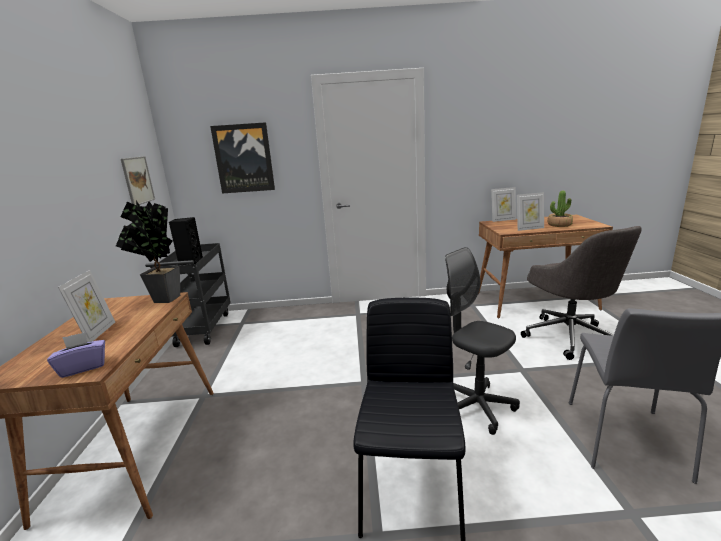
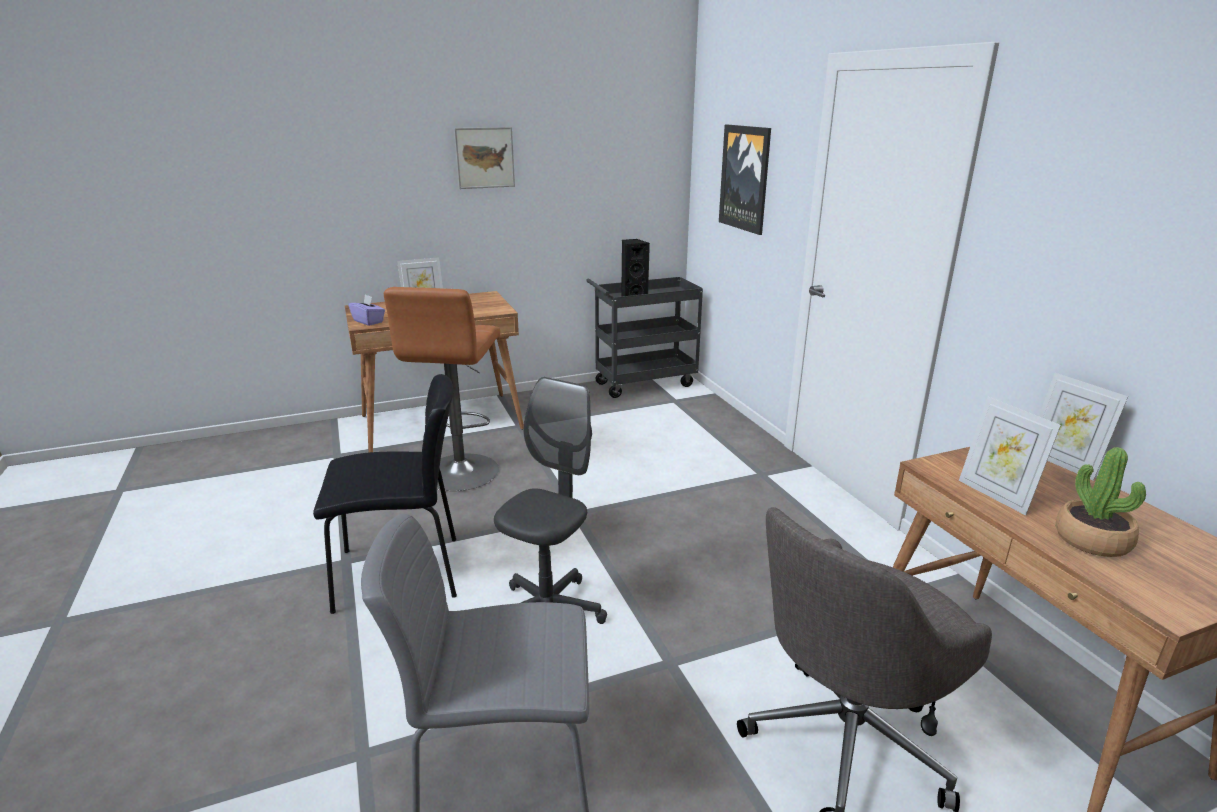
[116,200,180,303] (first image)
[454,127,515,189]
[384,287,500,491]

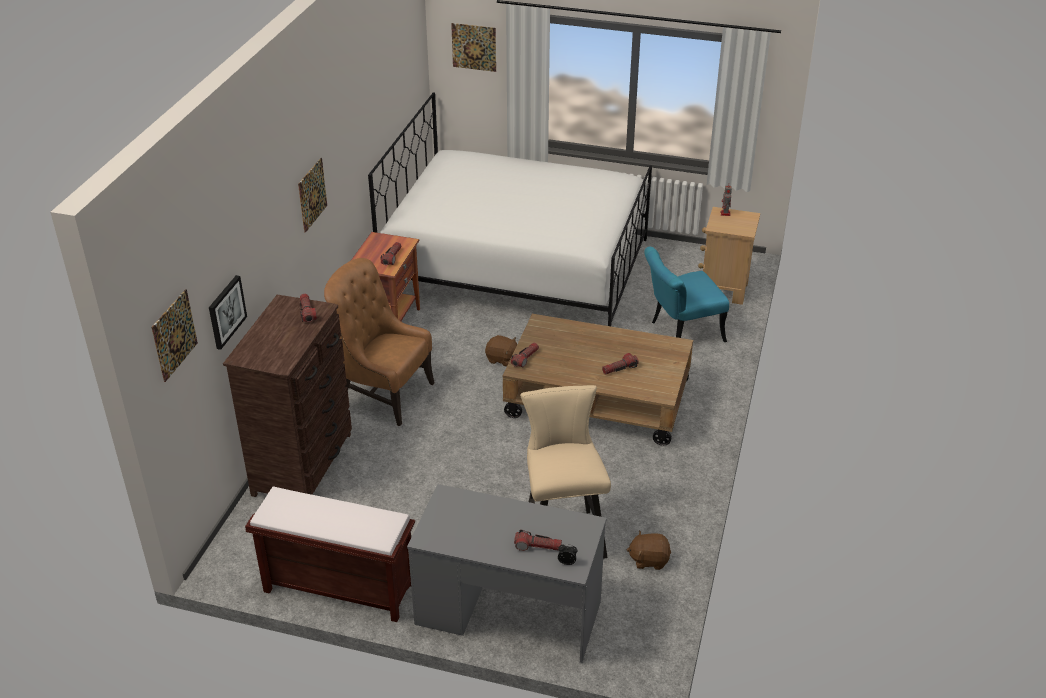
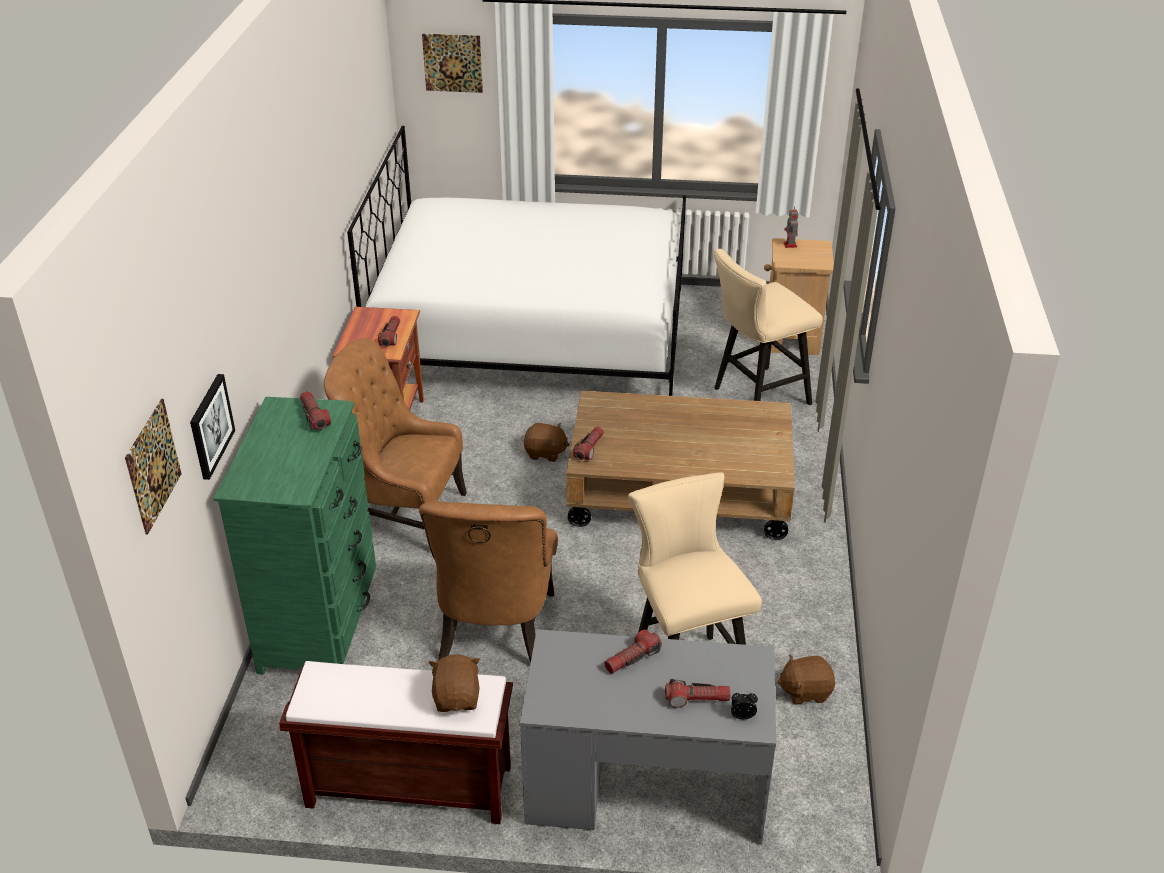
[213,397,376,675]
[298,158,327,233] (first image)
[604,630,662,674]
[714,249,823,405]
[419,501,558,663]
[429,654,480,712]

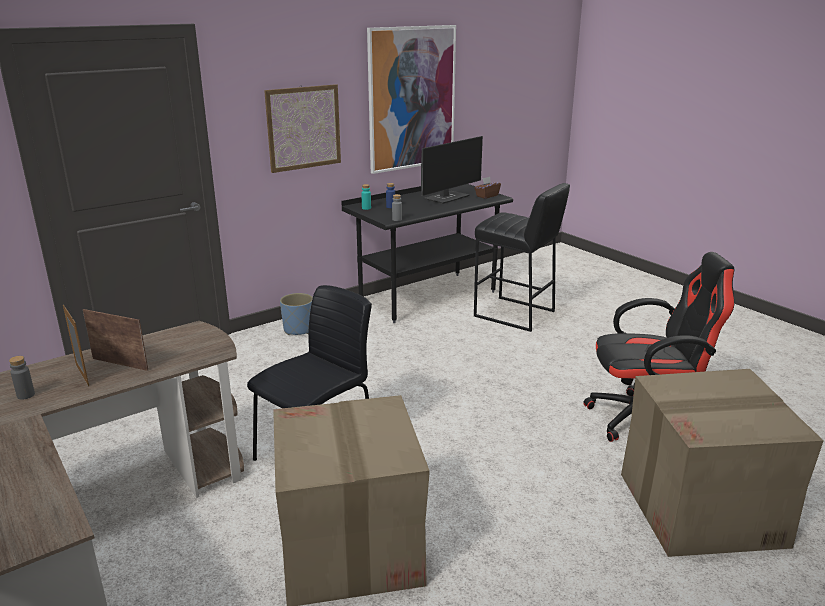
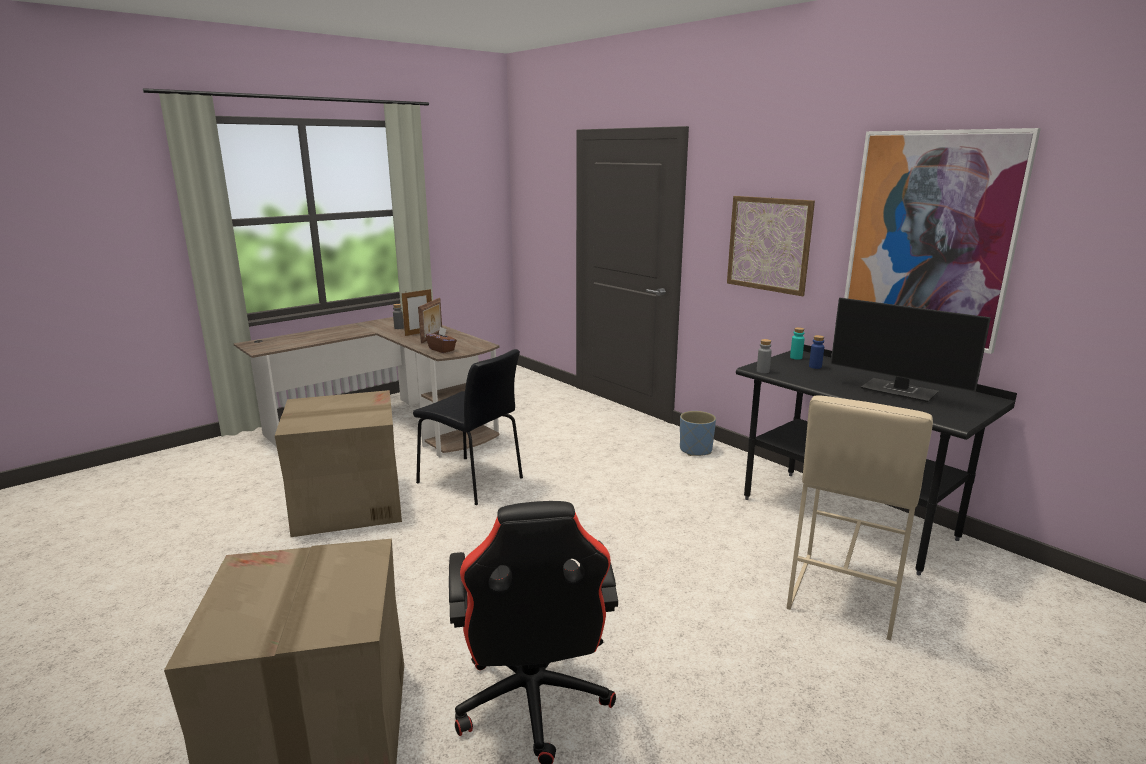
[426,327,457,353]
[787,396,933,641]

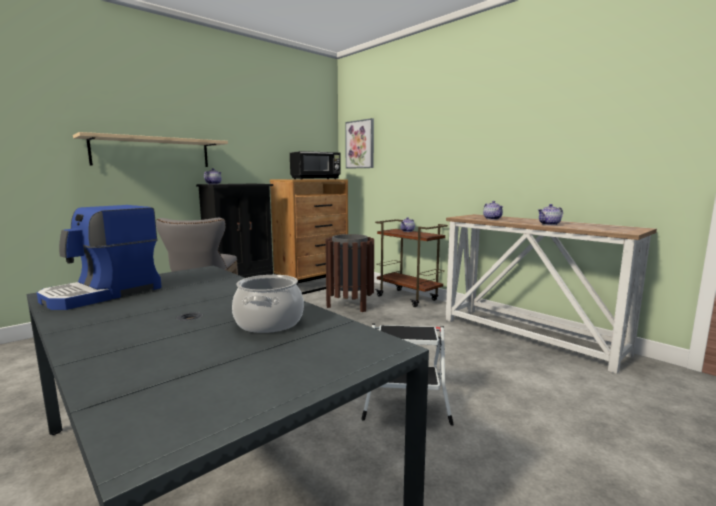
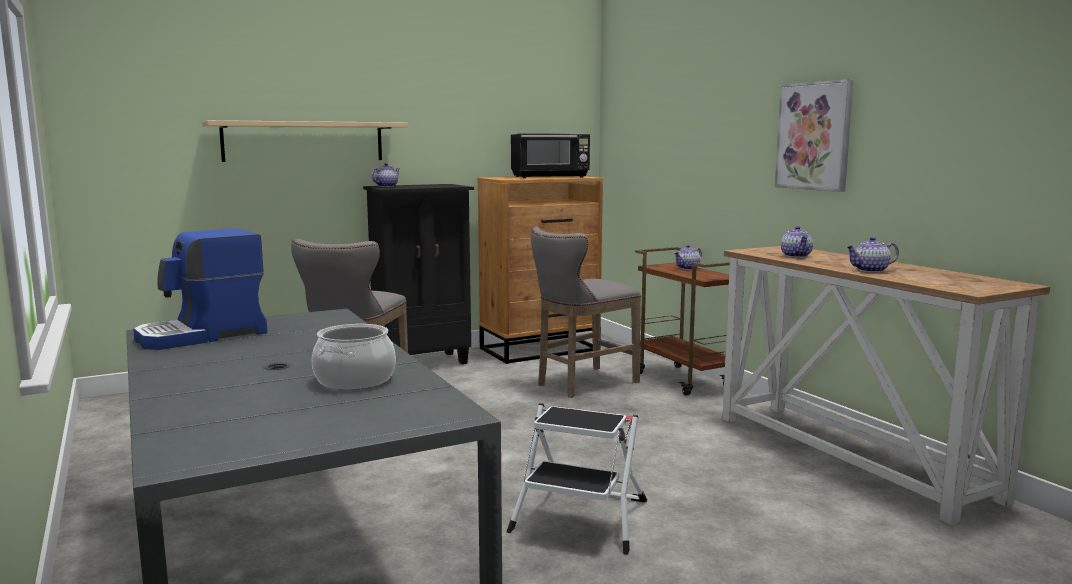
[531,227,641,398]
[775,79,854,192]

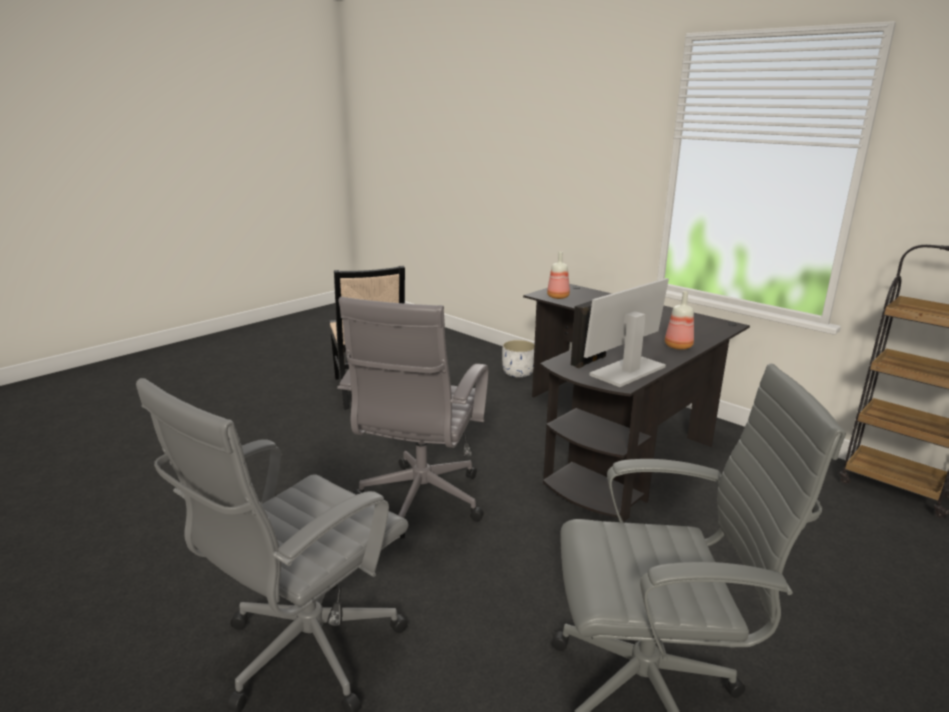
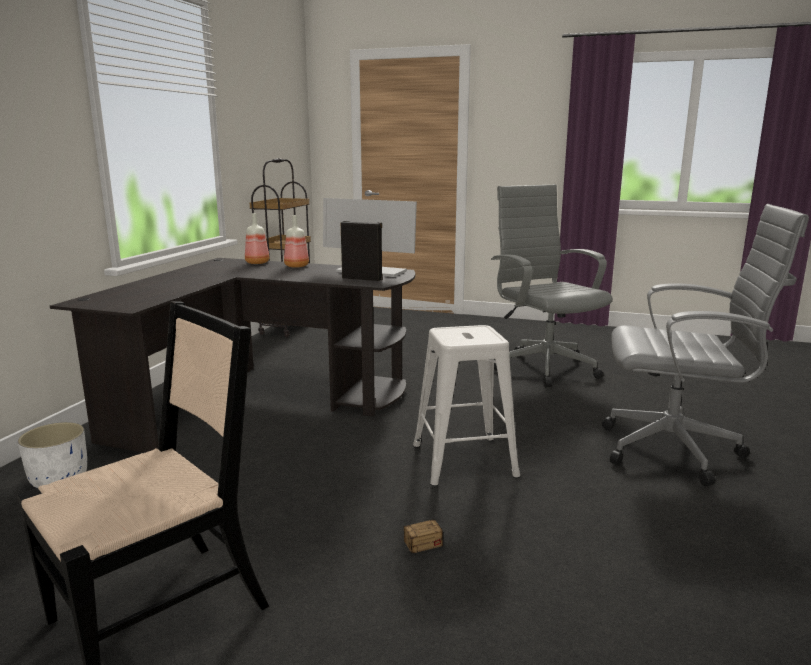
[413,325,521,487]
[245,213,269,264]
[403,474,477,553]

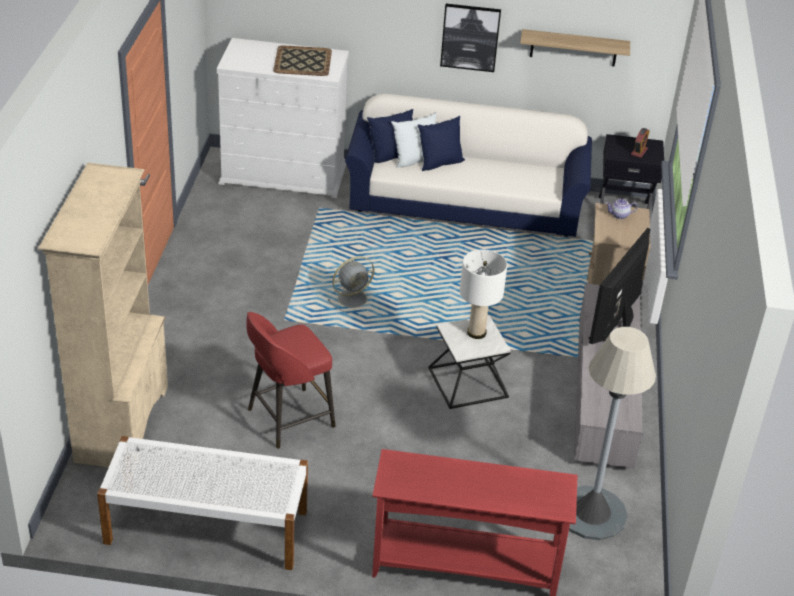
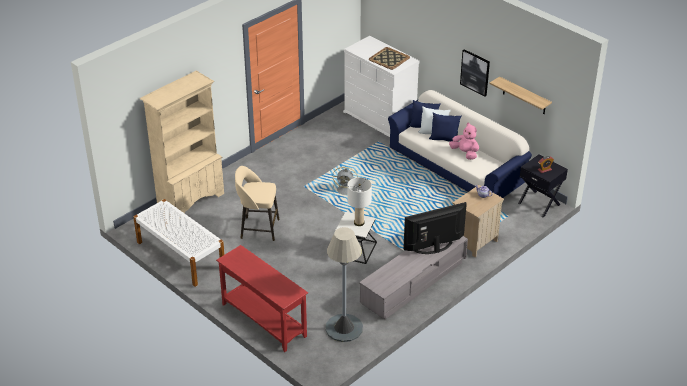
[235,166,280,241]
[449,123,479,160]

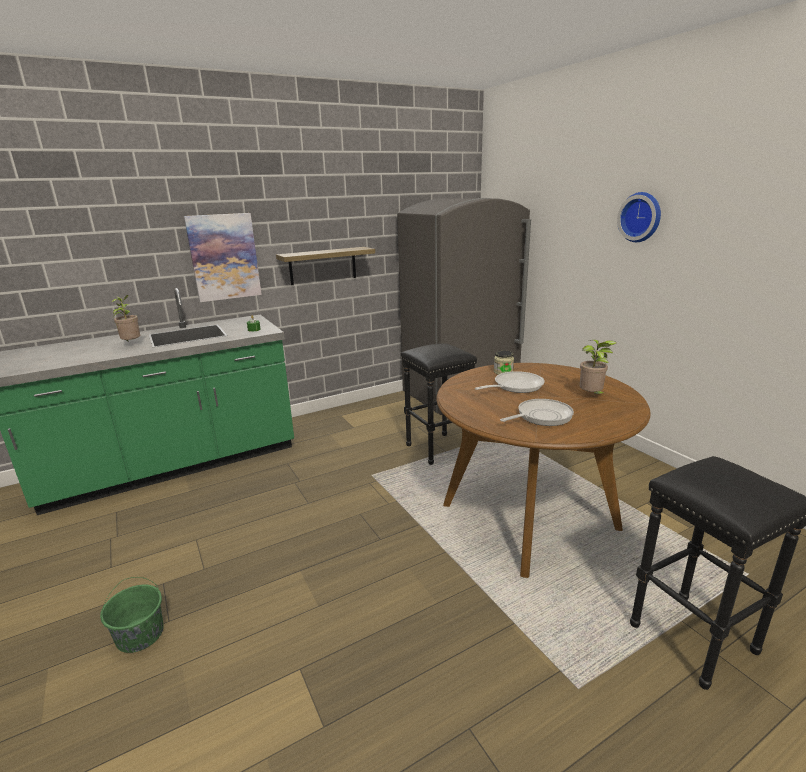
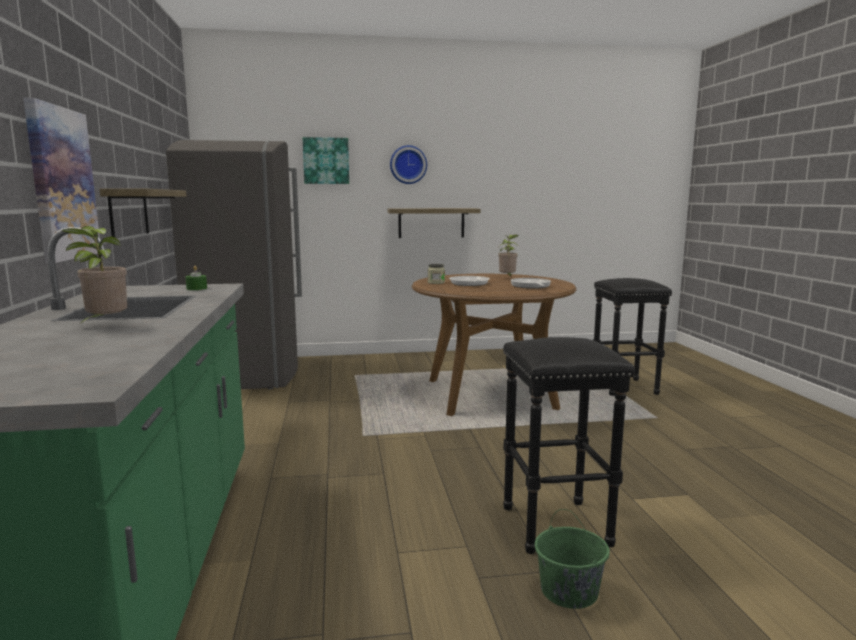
[503,337,634,554]
[303,137,349,184]
[387,208,481,238]

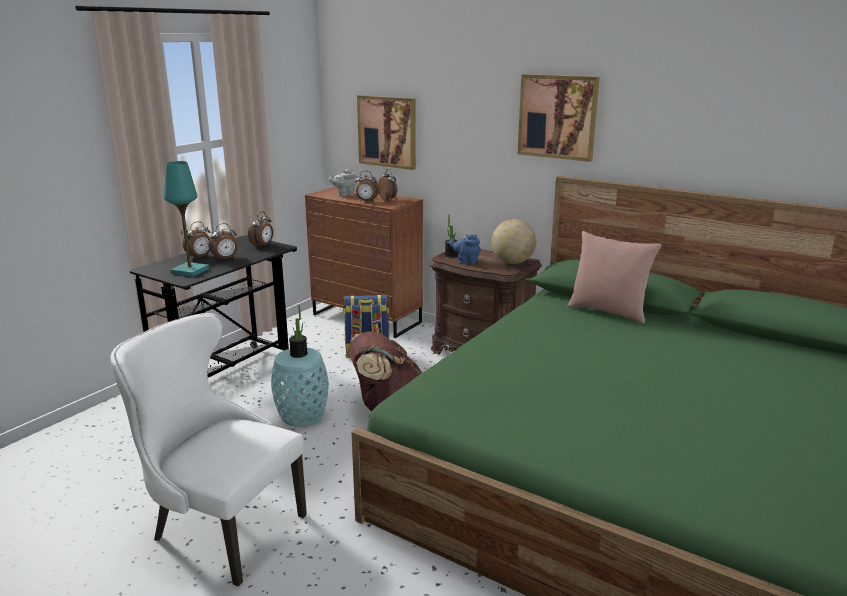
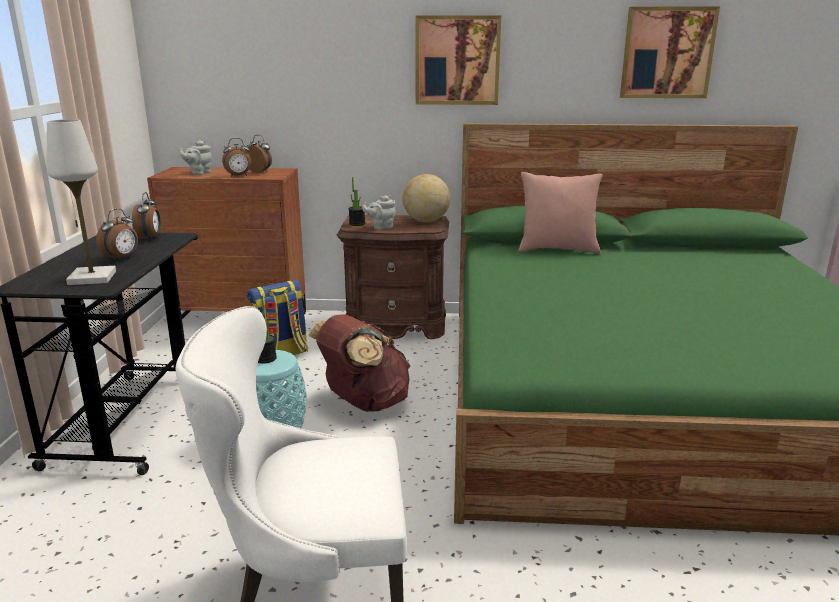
[47,119,116,285]
[183,221,210,258] (first image)
[620,6,720,98]
[362,195,396,230]

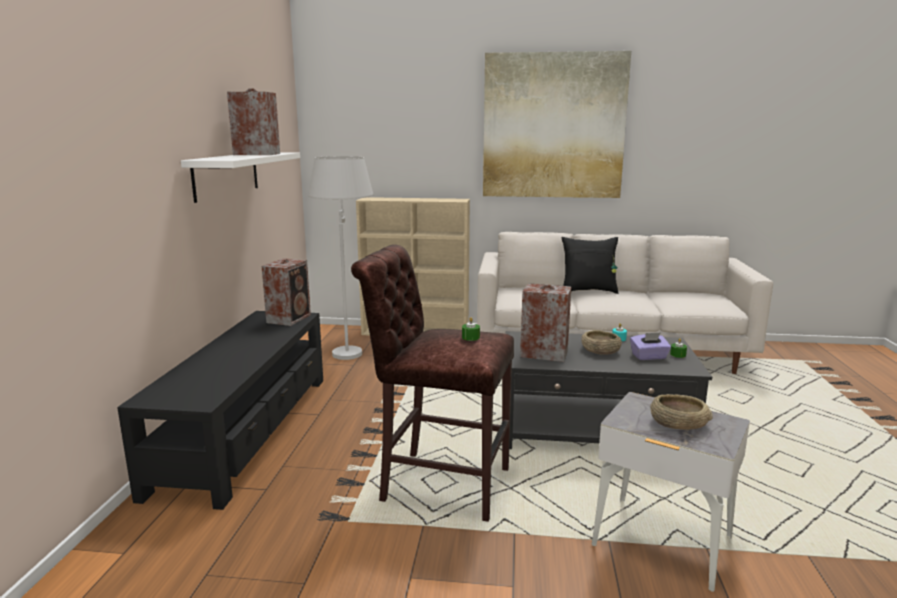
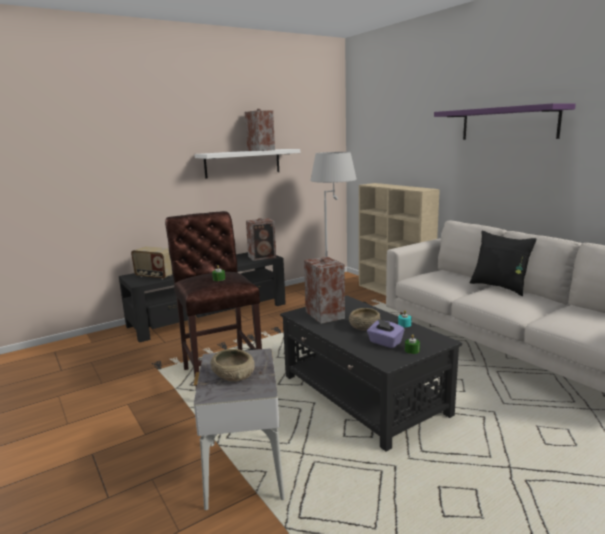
[434,103,576,140]
[131,247,173,280]

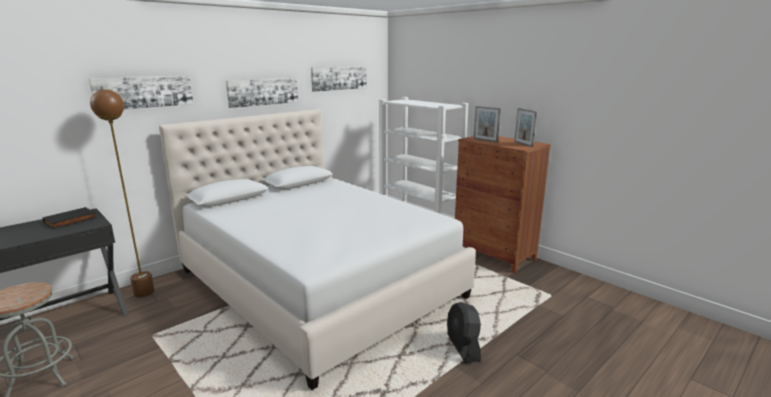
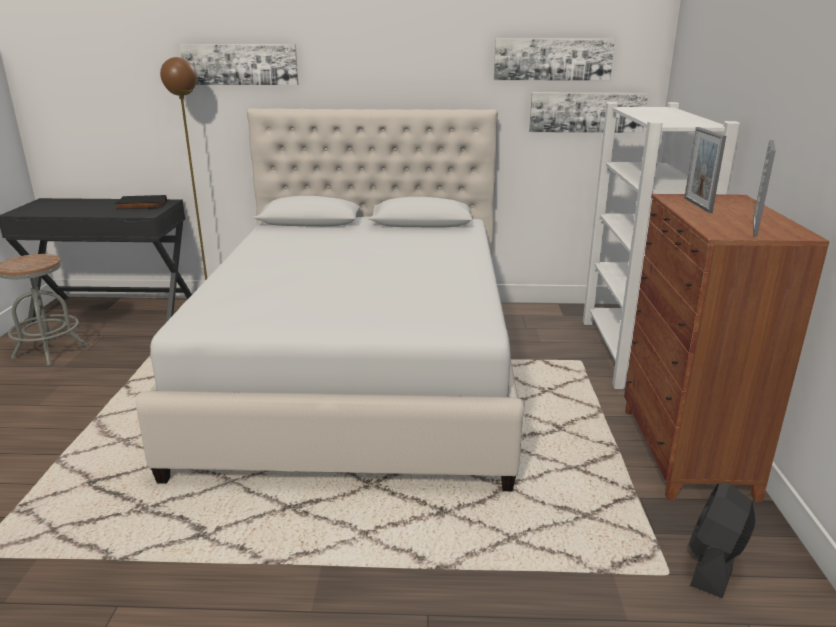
[529,93,648,133]
[688,483,756,598]

